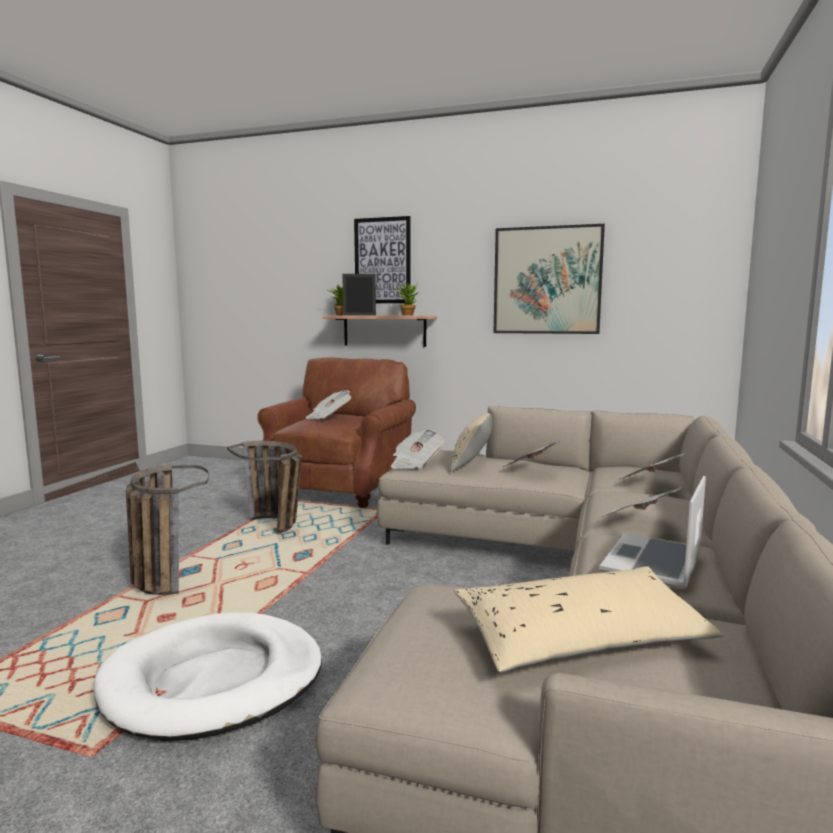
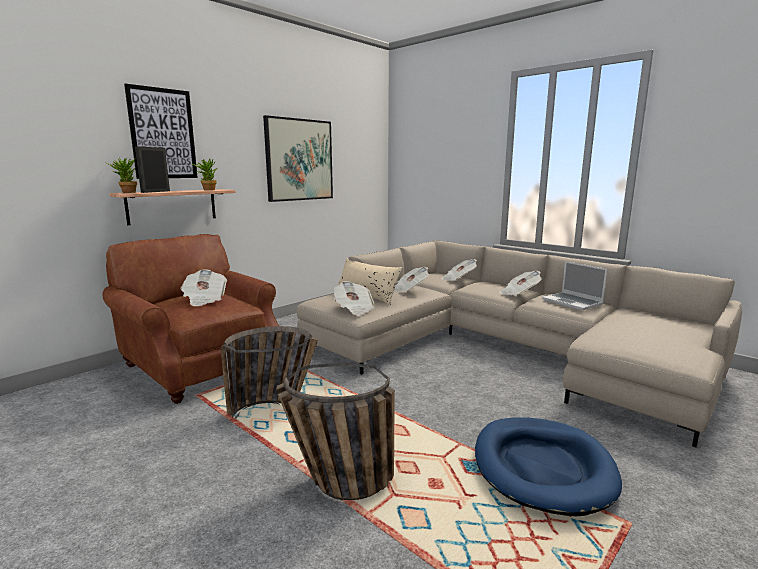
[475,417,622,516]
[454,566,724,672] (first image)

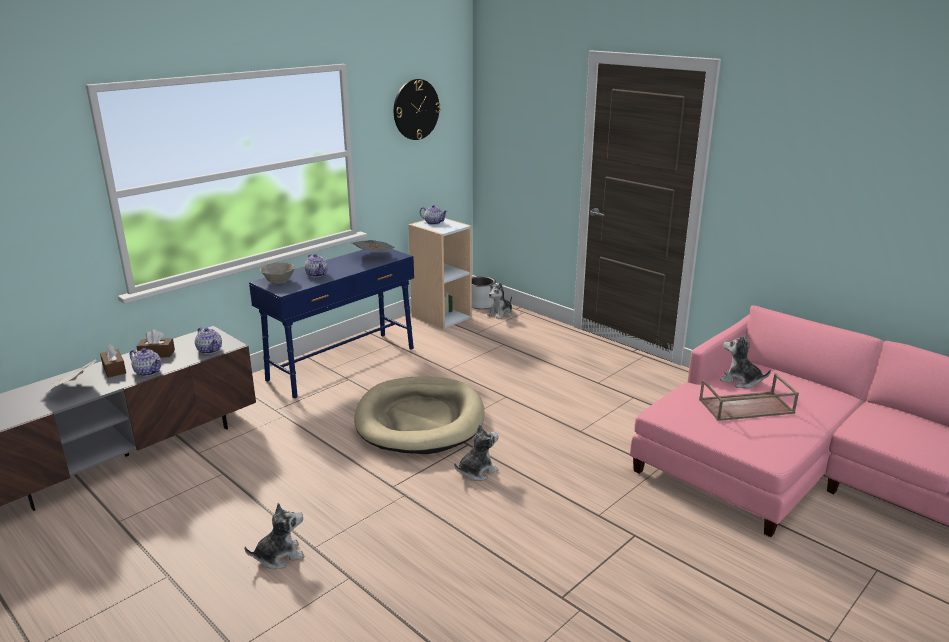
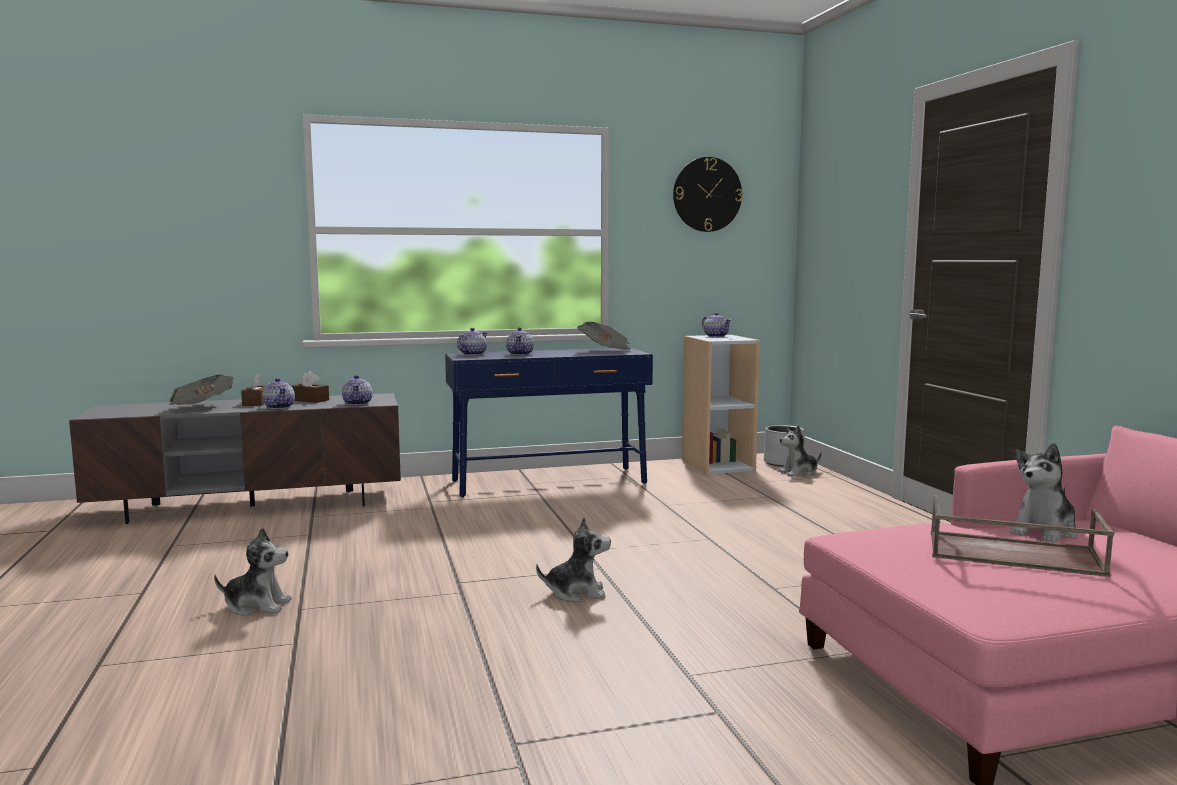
[457,328,487,355]
[354,376,484,454] (first image)
[1010,443,1078,543]

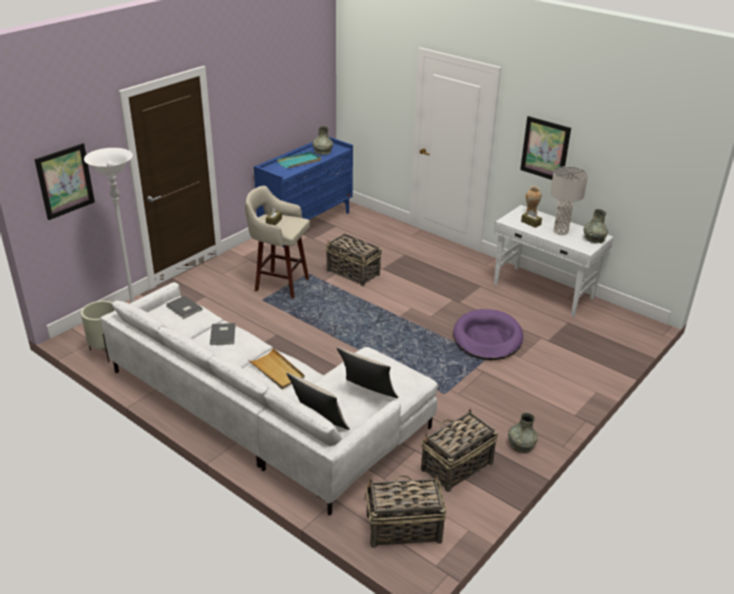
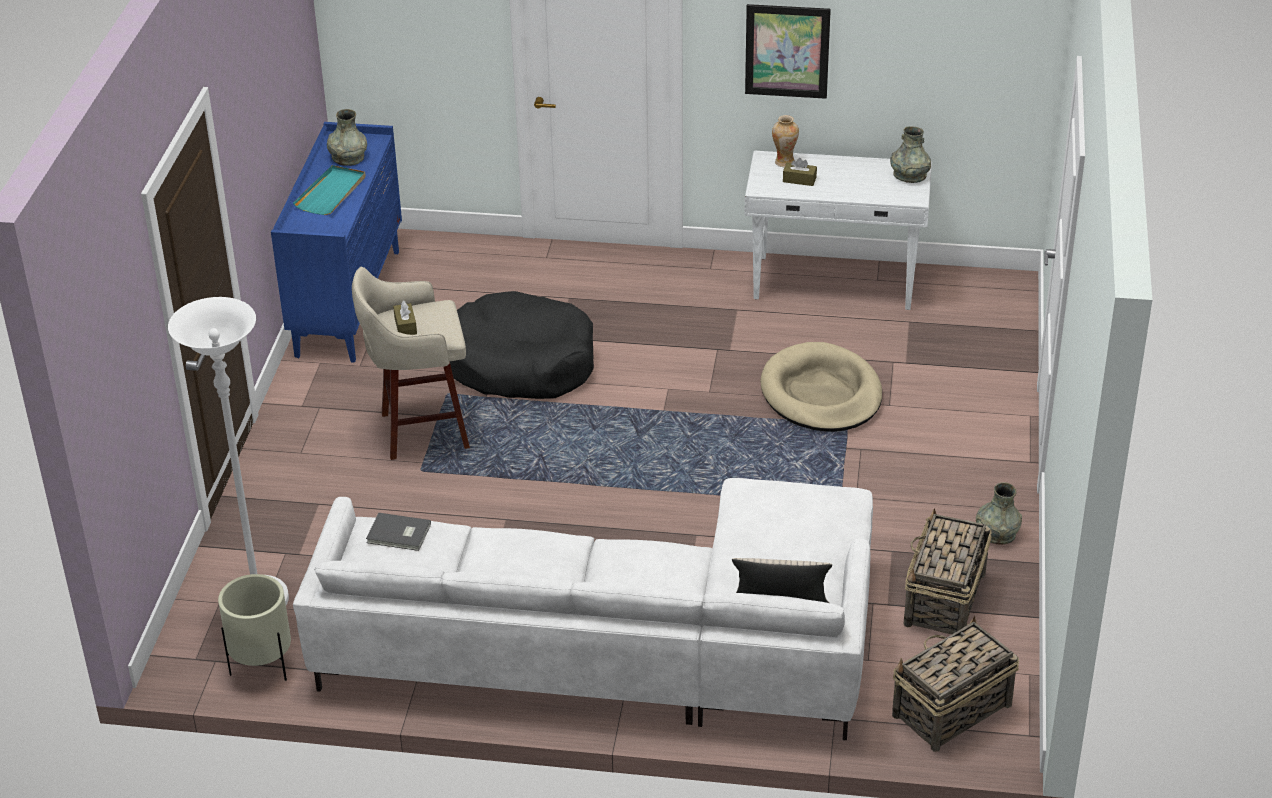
[35,143,95,220] (first image)
[210,323,235,345] (first image)
[248,348,305,389] (first image)
[450,291,594,399]
[337,347,398,398] (first image)
[760,342,882,432]
[550,166,588,235] (first image)

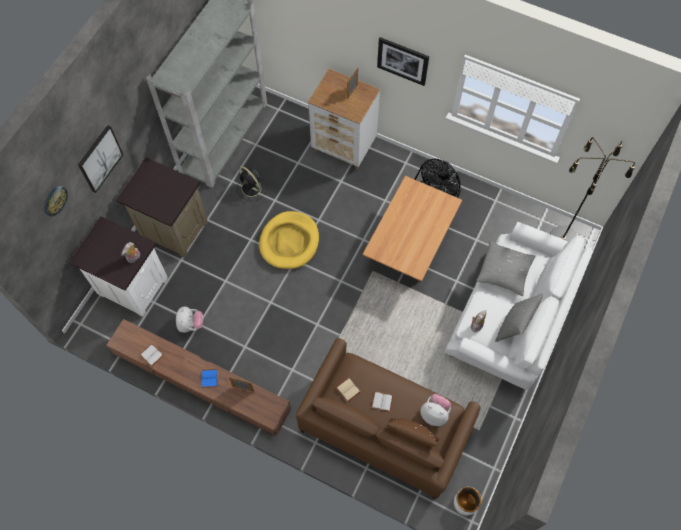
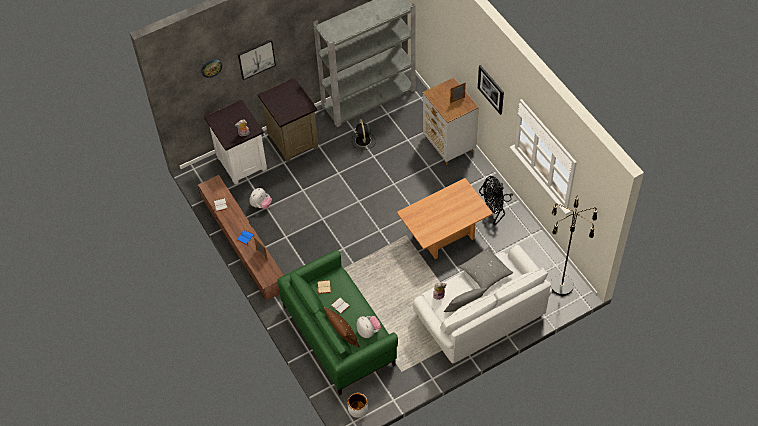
[259,211,319,269] (first image)
[277,250,398,396]

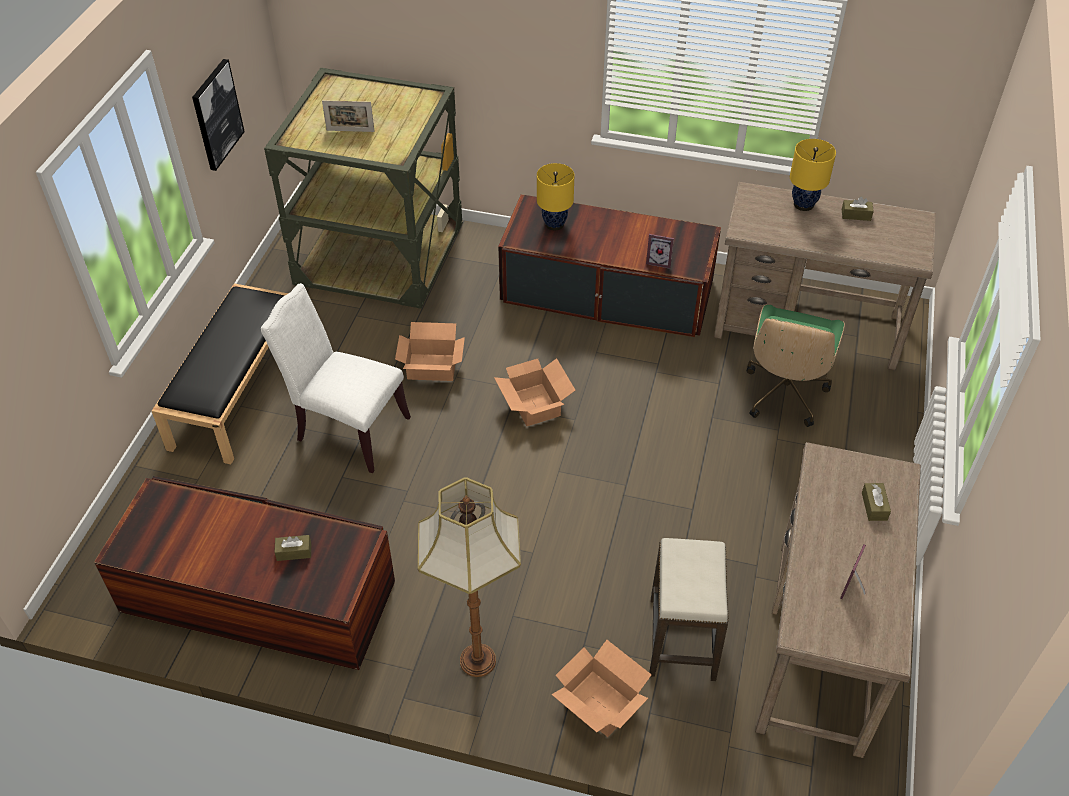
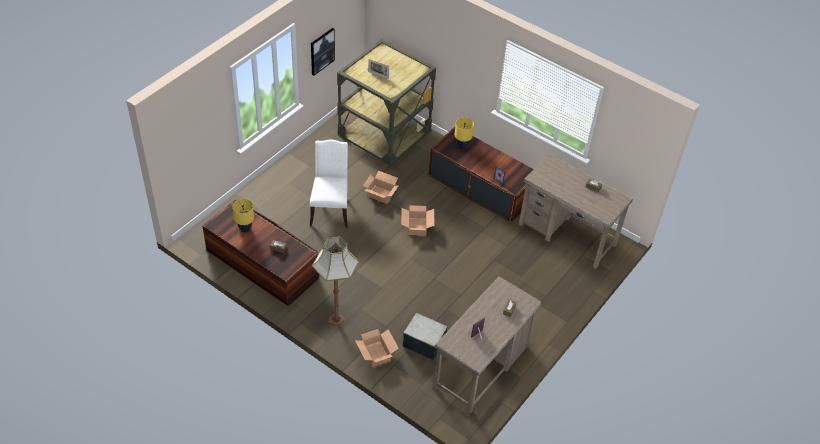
[152,283,288,464] (first image)
[310,140,348,228]
[403,313,448,361]
[747,305,845,427] (first image)
[233,199,254,233]

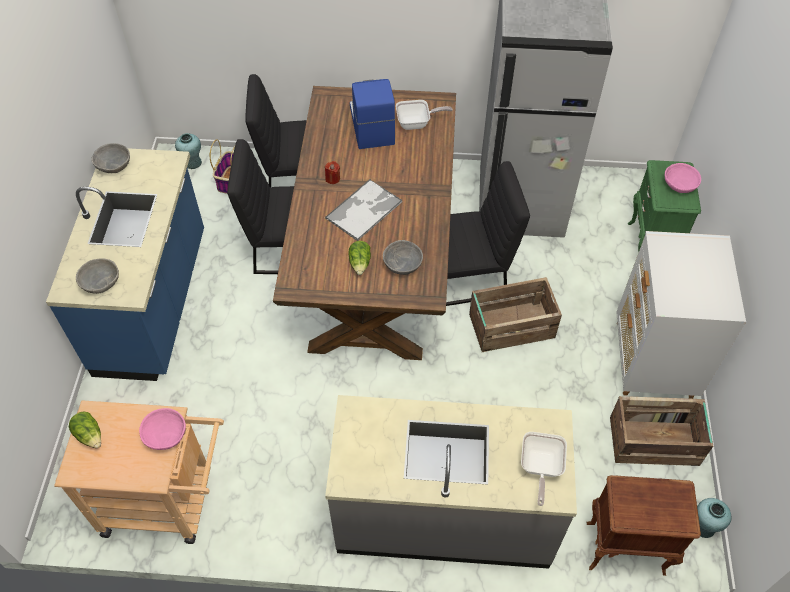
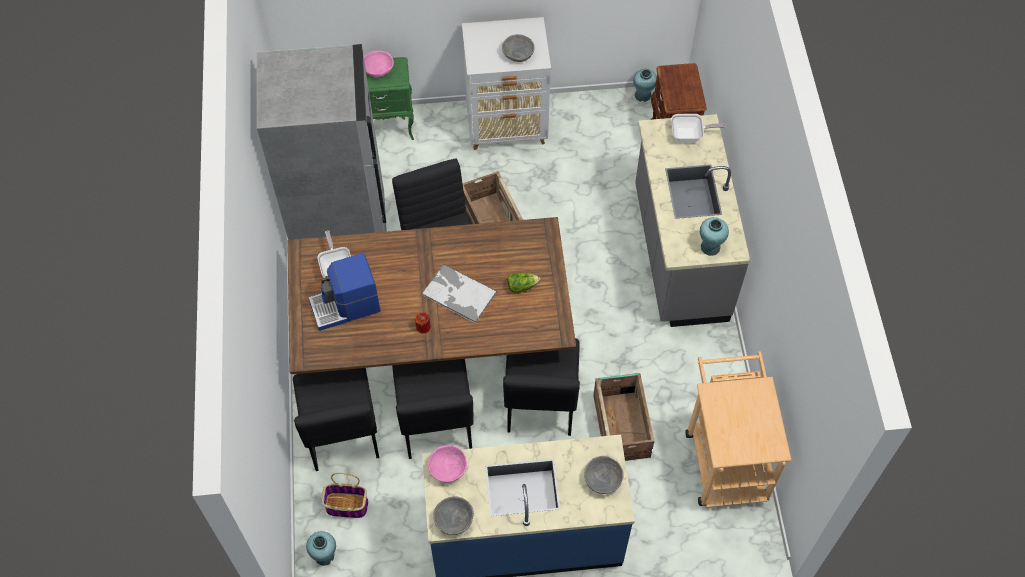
[69,412,101,448] (first image)
[428,445,467,483]
[502,34,535,62]
[593,373,655,461]
[503,338,580,436]
[700,217,729,256]

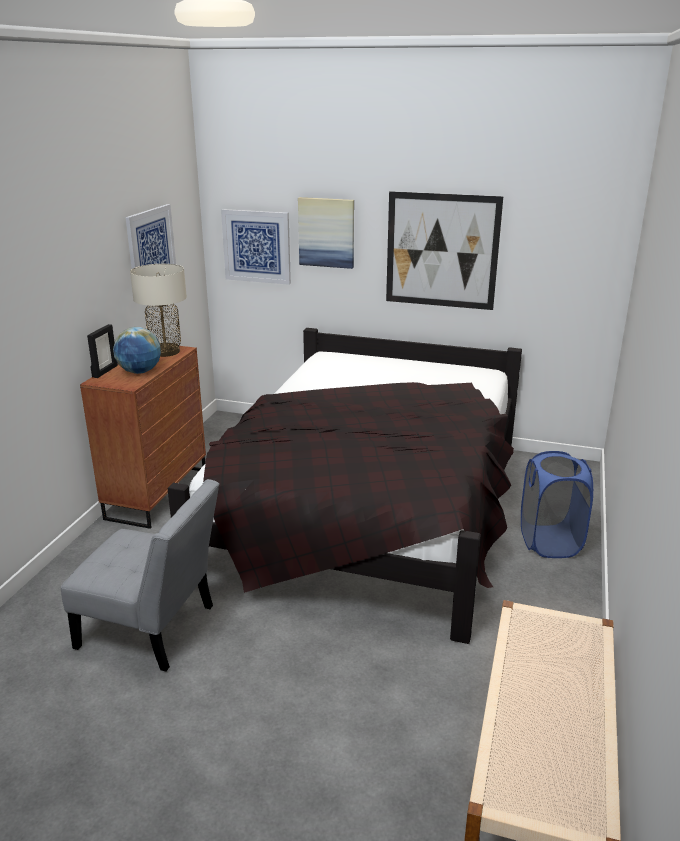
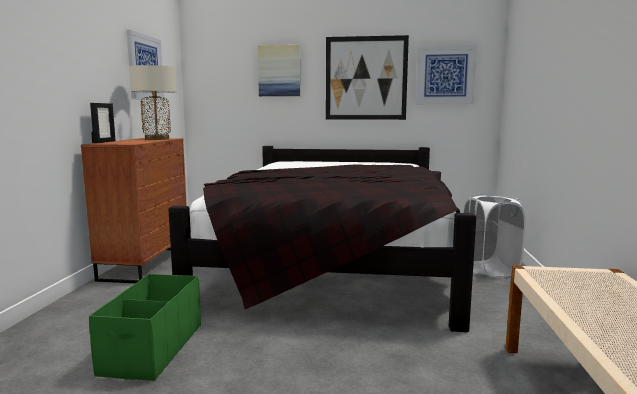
[89,274,201,381]
[113,327,161,374] (first image)
[416,45,477,104]
[462,194,526,278]

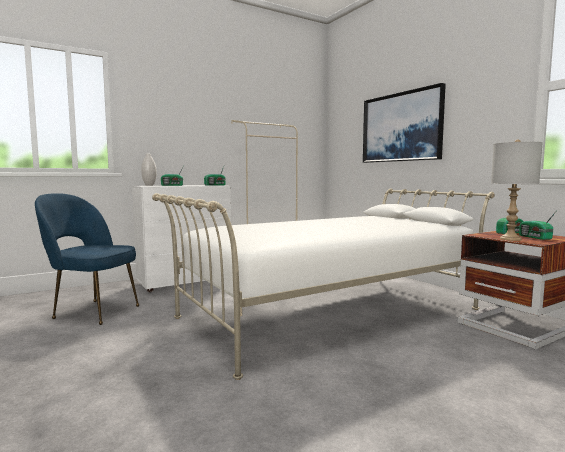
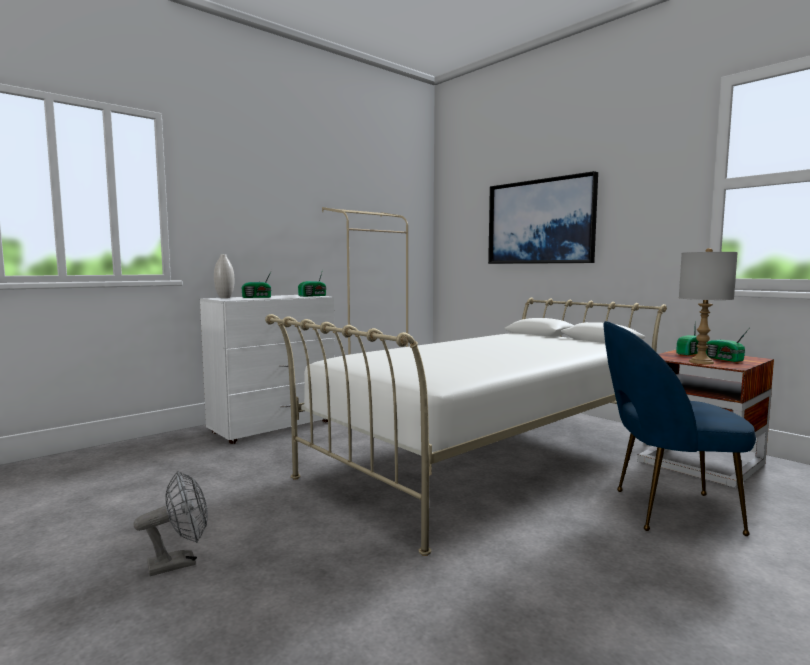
[603,321,756,536]
[133,471,208,576]

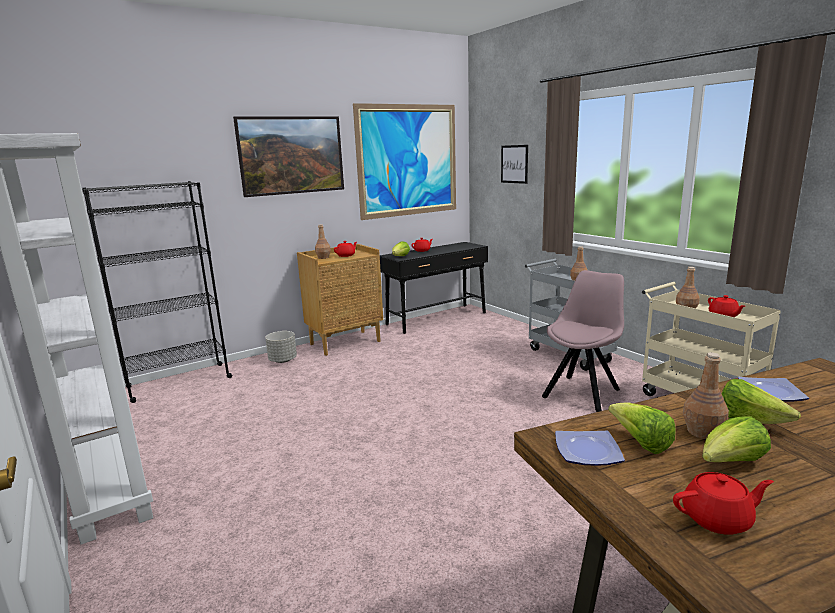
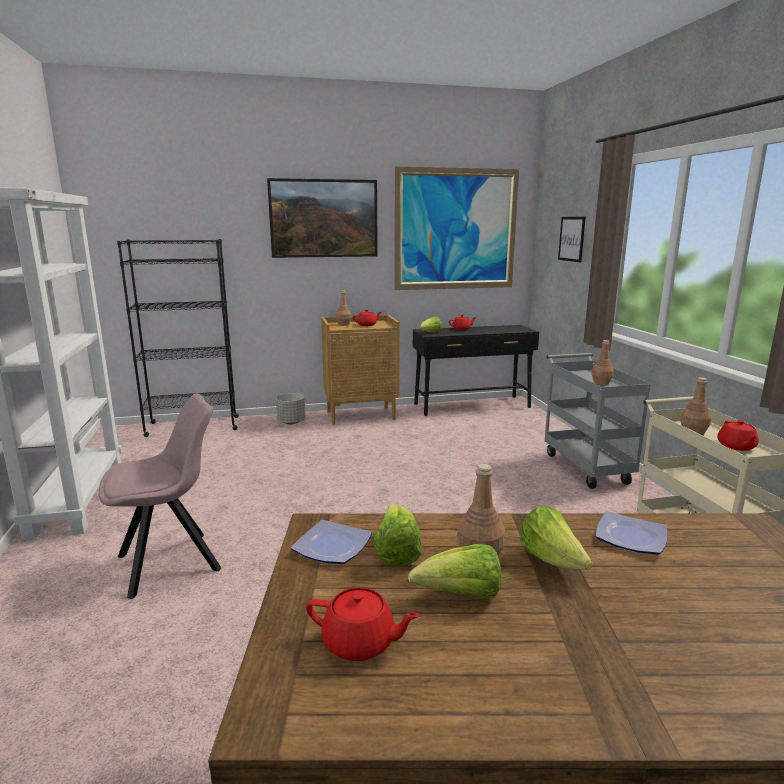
[99,394,221,599]

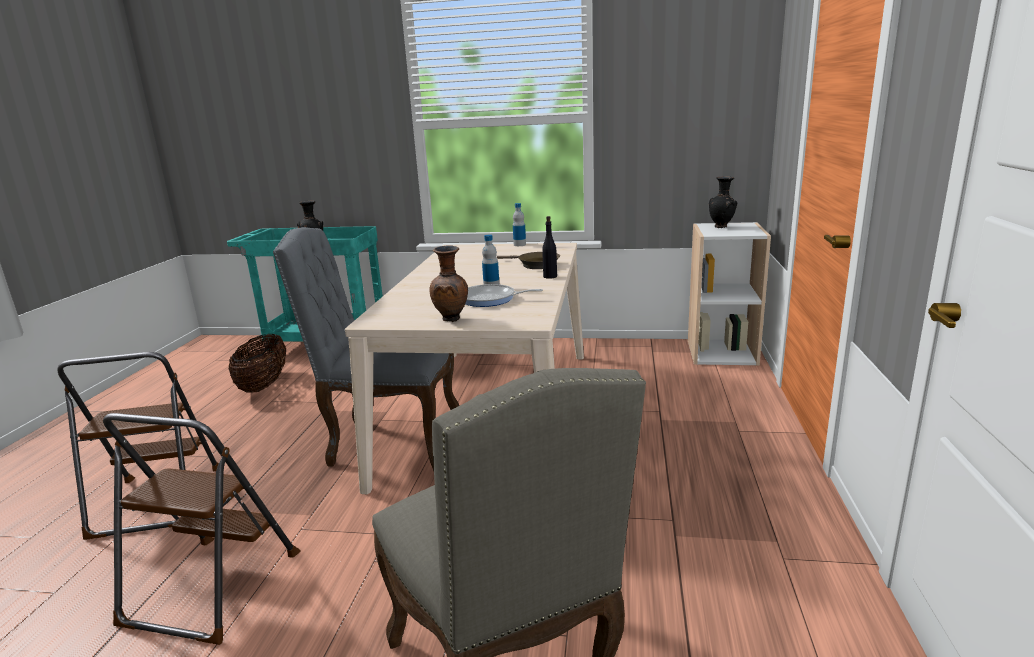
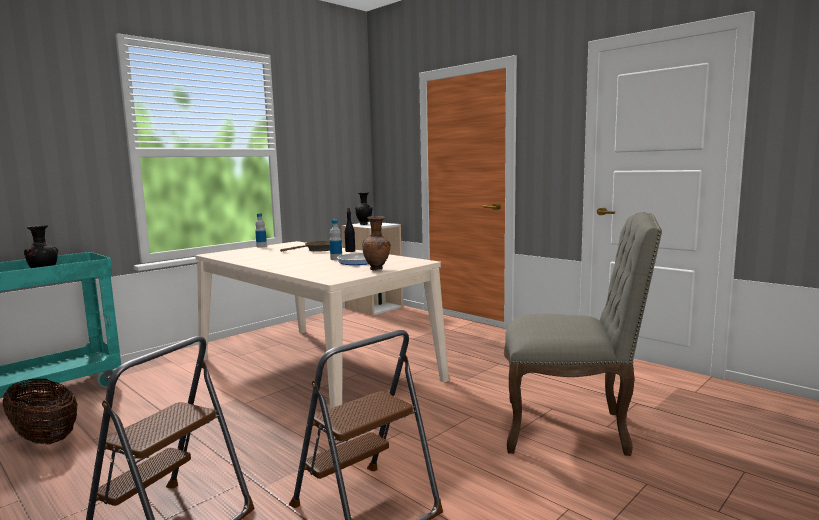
[273,227,459,471] (first image)

